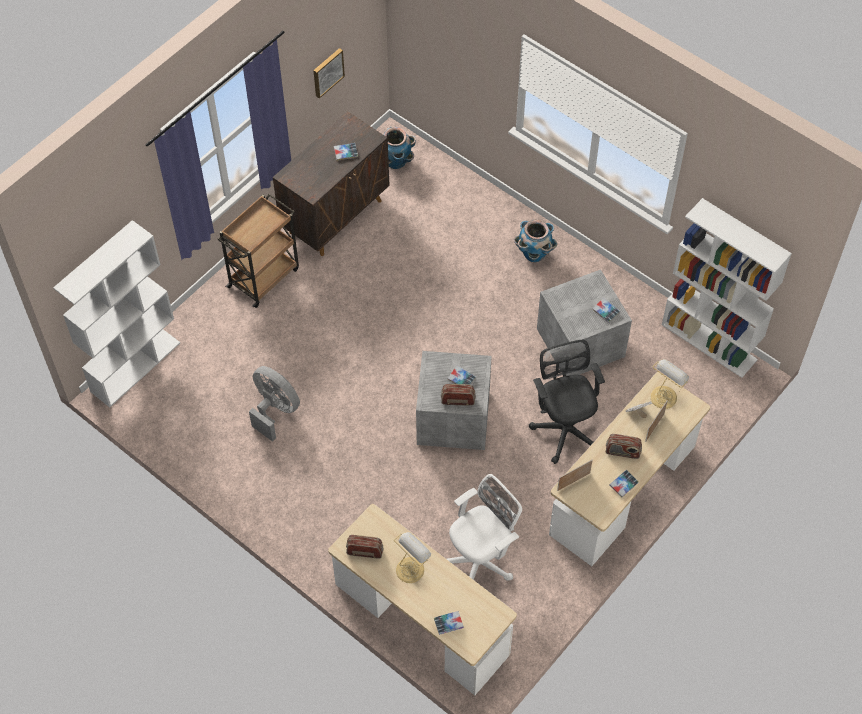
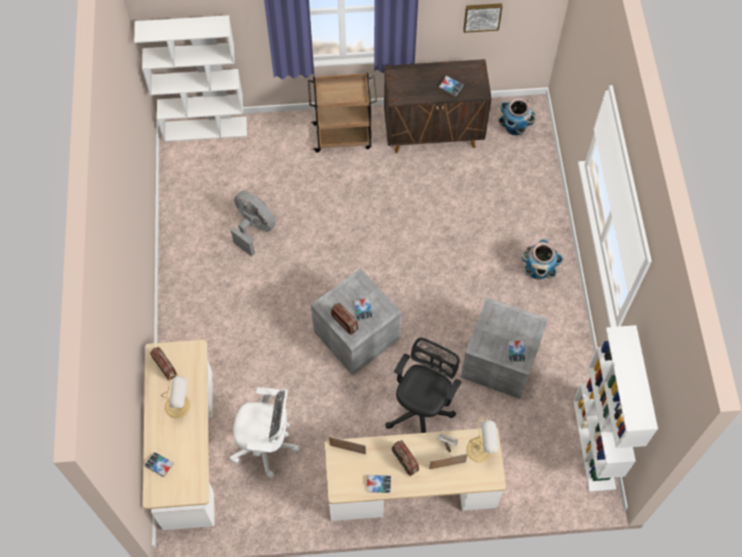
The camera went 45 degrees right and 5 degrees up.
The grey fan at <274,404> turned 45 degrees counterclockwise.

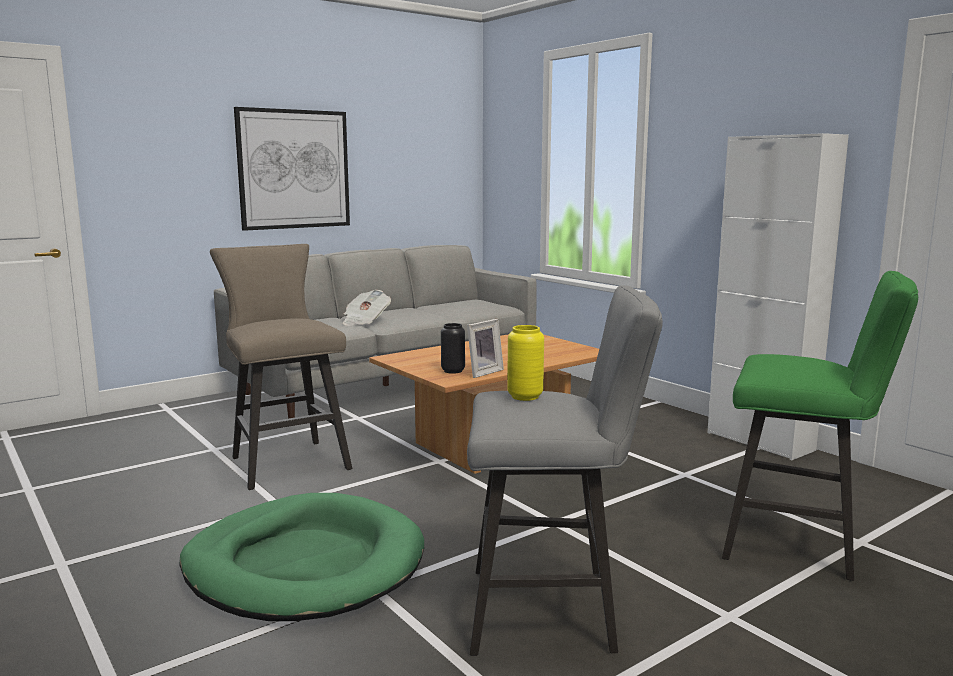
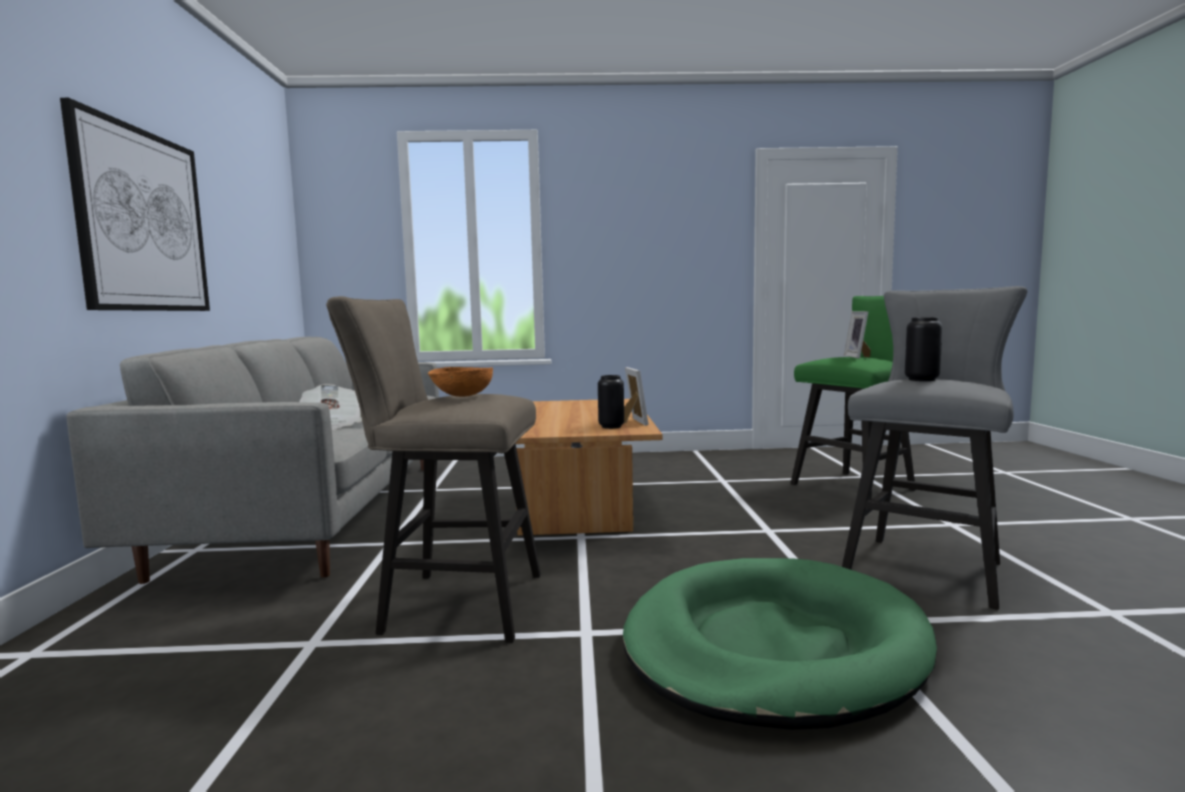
The camera went 55 degrees left and 5 degrees down.
The white cabinet at <778,296> disappeared.
The orange bowl at <460,382> appeared.
The picture frame at <857,335> appeared.
The yellow vase at <525,363> became the black vase at <924,349>.

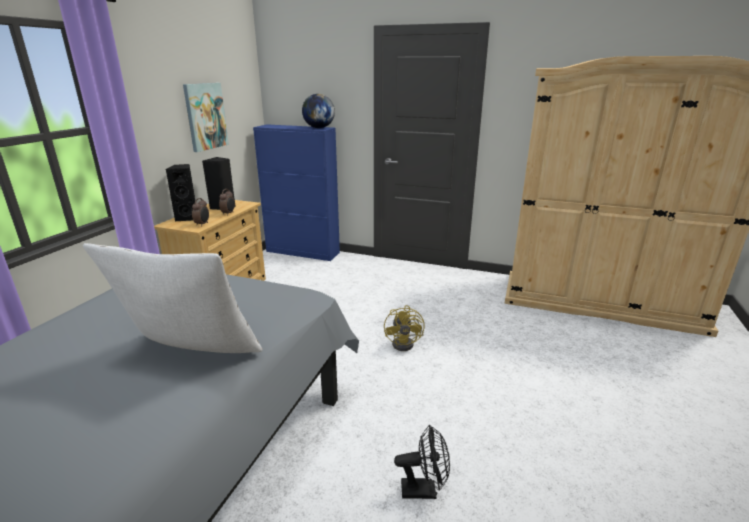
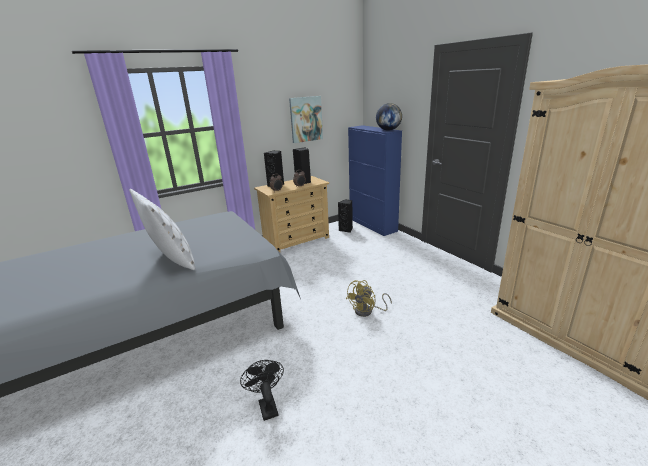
The camera went 40 degrees right and 0 degrees up.
The black speaker at <345,216> appeared.
The black fan at <422,461> turned 150 degrees counterclockwise.

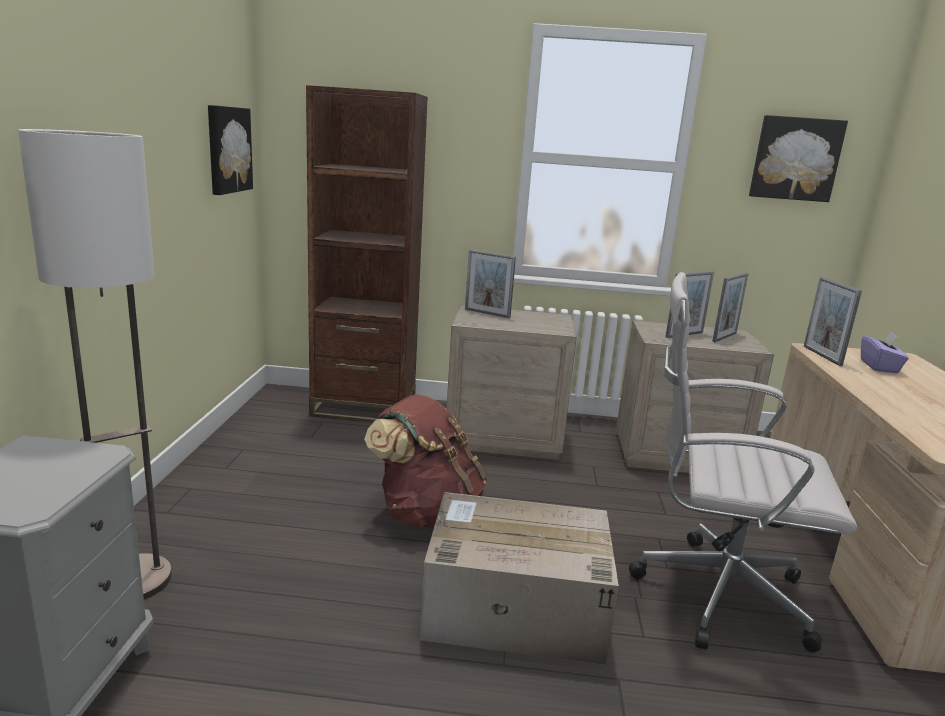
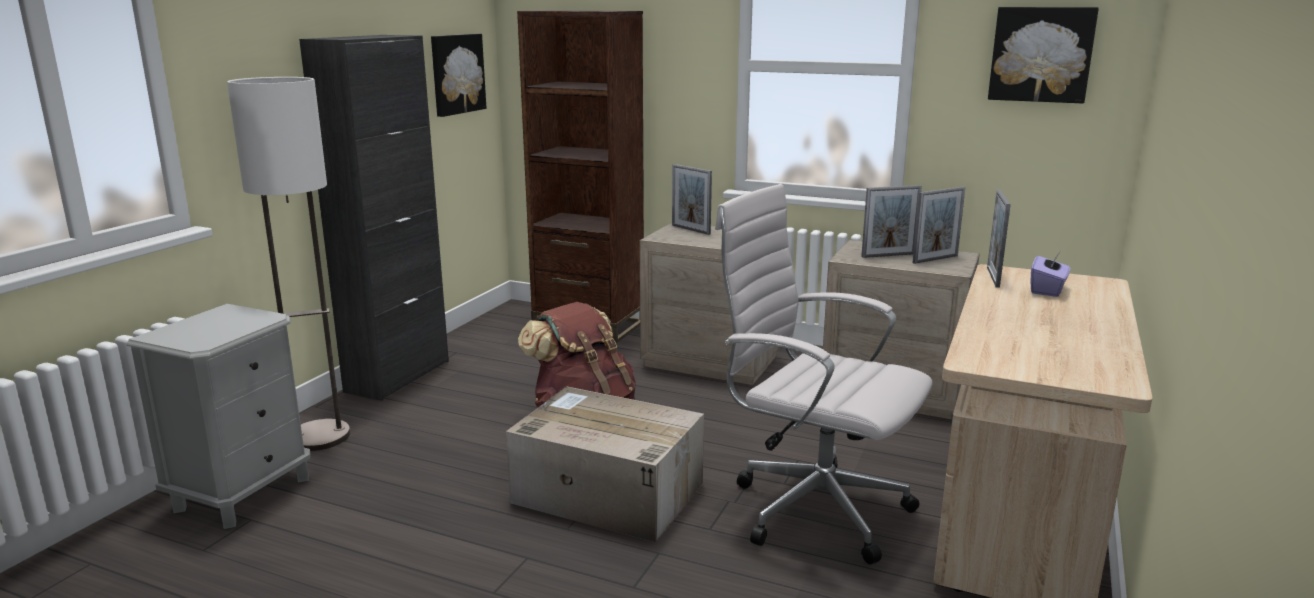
The camera went 20 degrees right and 0 degrees up.
The black cabinet at <374,218> appeared.

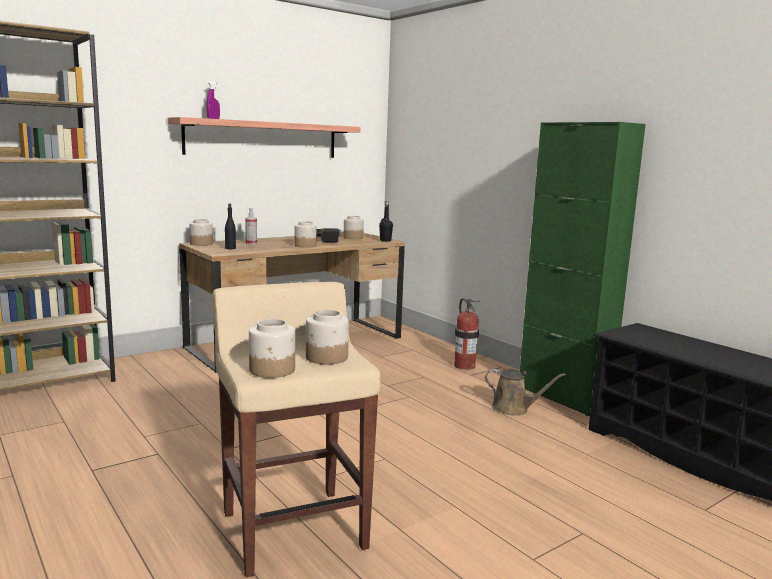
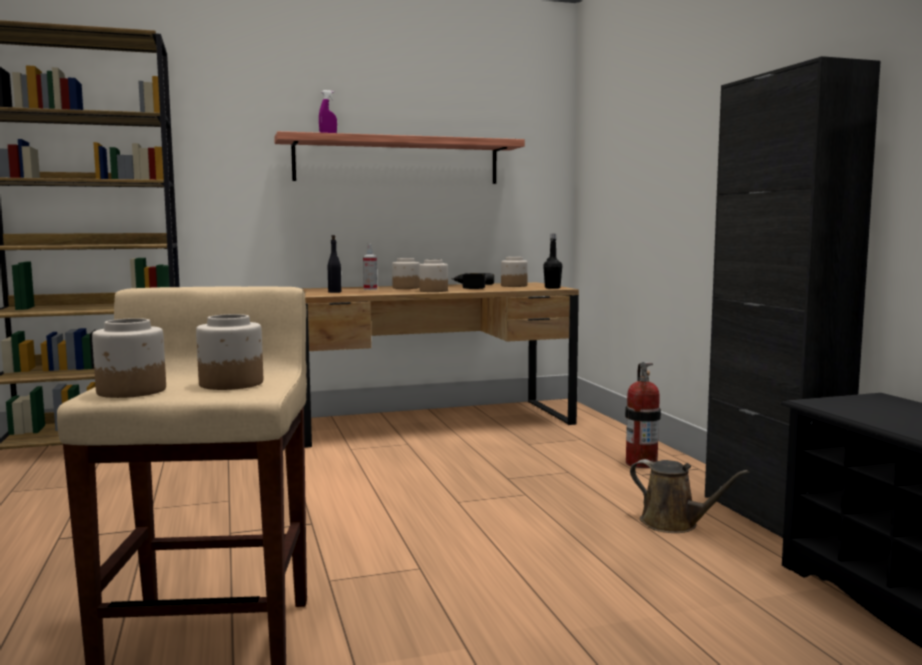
The camera went 20 degrees right and 5 degrees down.
The jar moved from <201,232> to <405,273>.
The green cabinet at <583,269> became the black cabinet at <793,297>.

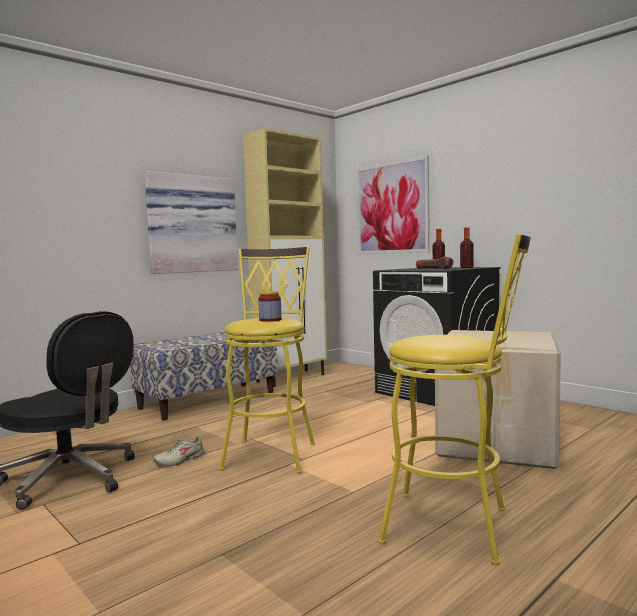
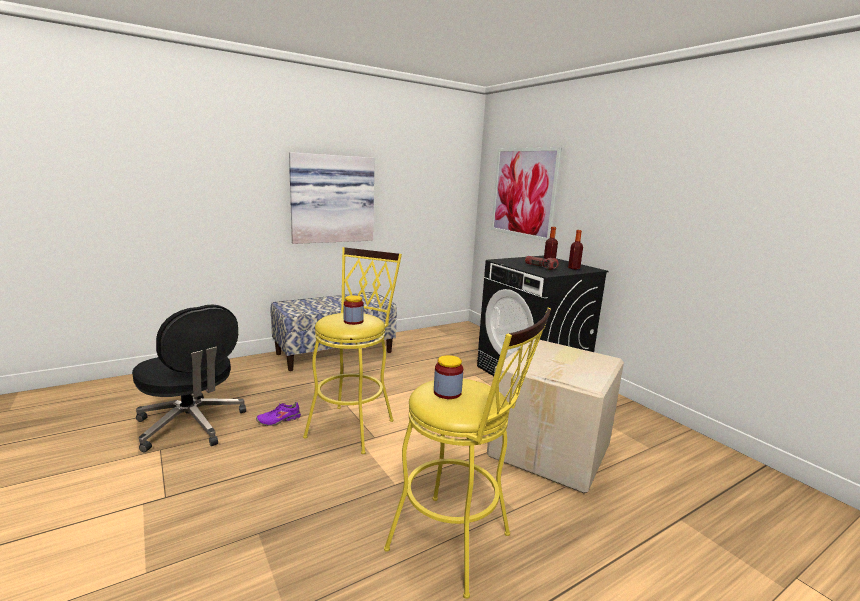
The camera went 10 degrees right and 10 degrees up.
The beige cabinet at <285,257> disappeared.
The jar at <448,377> appeared.
The beige shoe at <179,450> became the purple shoe at <278,414>.

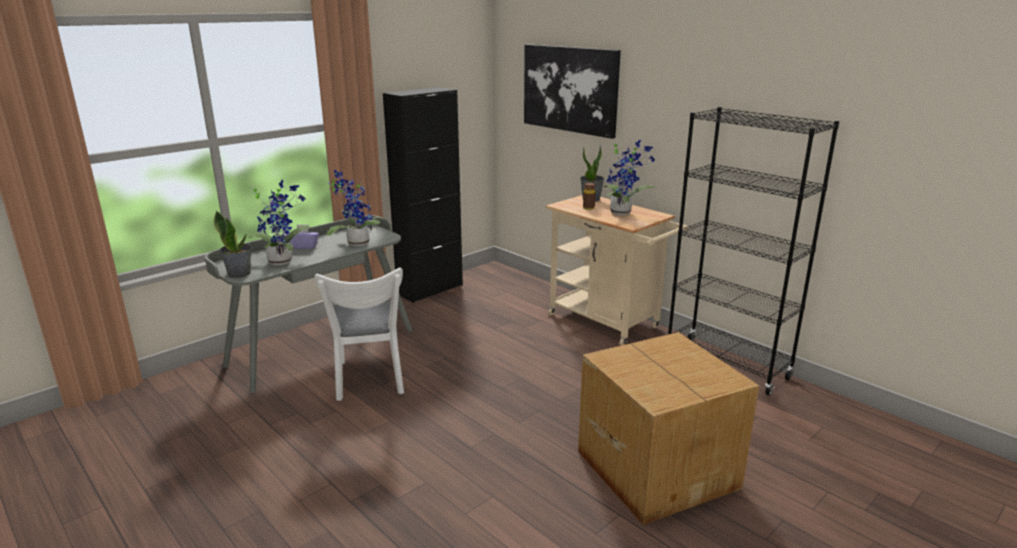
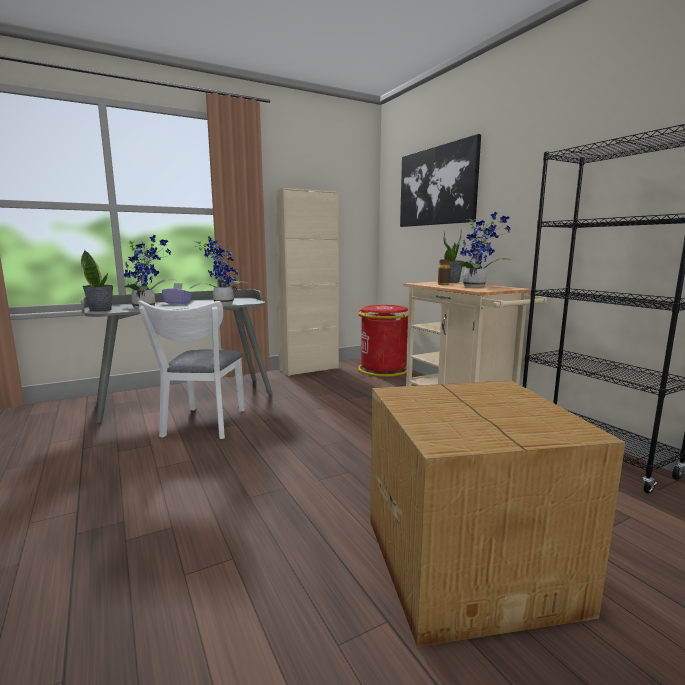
The camera went 15 degrees right and 10 degrees down.
The red trash can at <383,341> appeared.
The black cabinet at <423,195> became the beige cabinet at <306,282>.

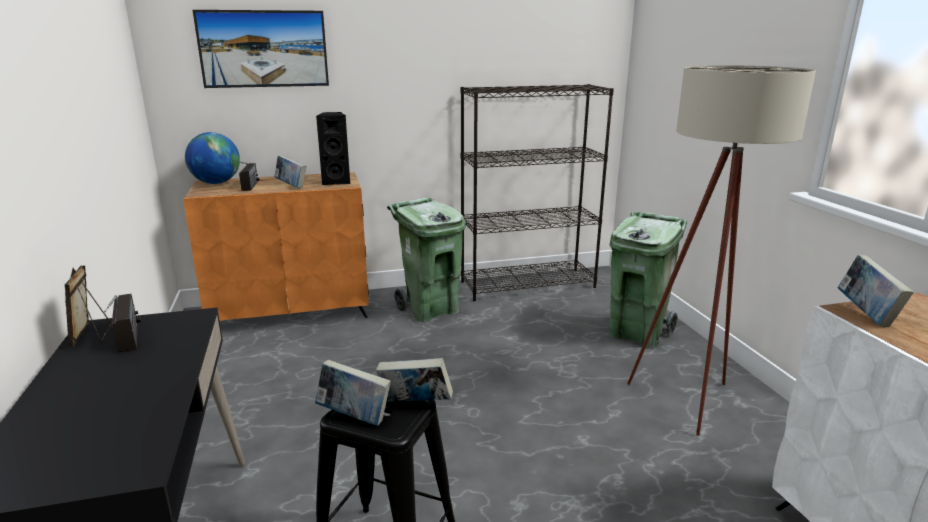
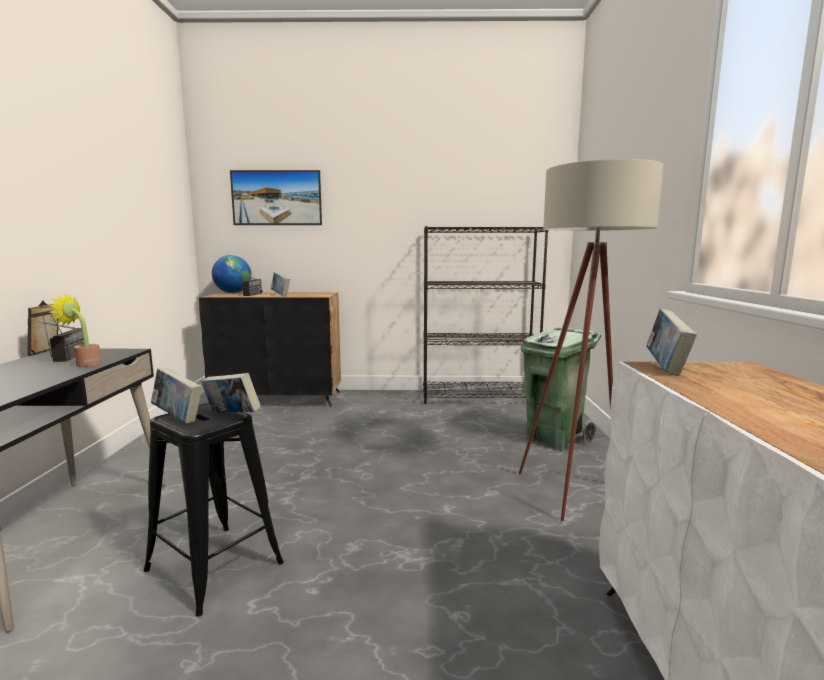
The camera went 15 degrees right and 10 degrees down.
The black speaker at <333,148> disappeared.
The green trash can at <426,260> disappeared.
The potted plant at <75,330> appeared.
The orange cabinet at <276,246> became the black cabinet at <270,349>.

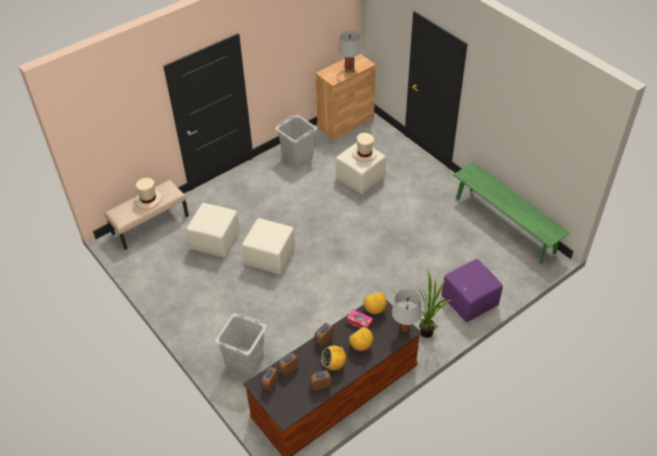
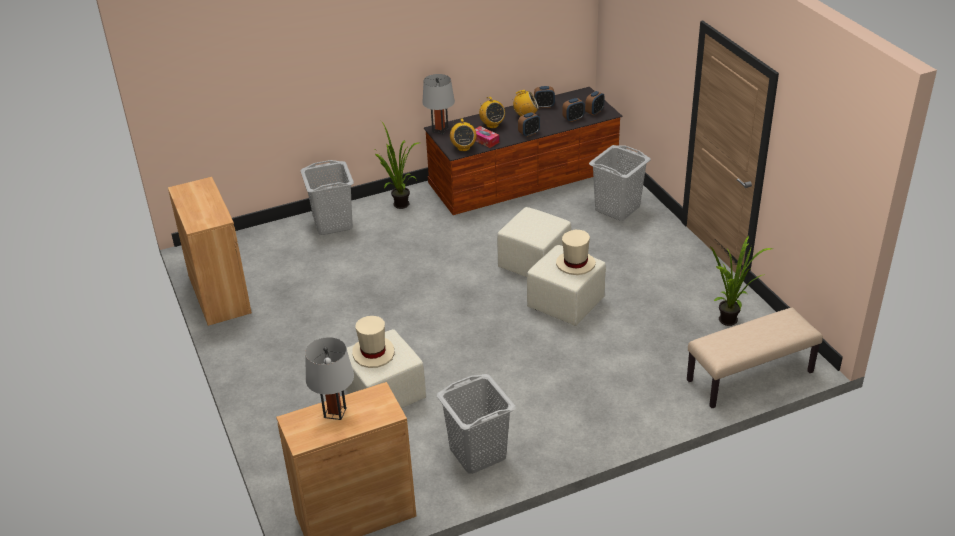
The camera went 165 degrees left and 10 degrees down.
The potted plant at <741,281> appeared.
The beige hat moved from <148,193> to <576,252>.
The beige ottoman moved from <213,230> to <534,242>.
The purple ottoman at <472,290> was replaced by the grey laundry basket at <327,197>.
The green bench at <511,213> was replaced by the brown cabinet at <210,251>.

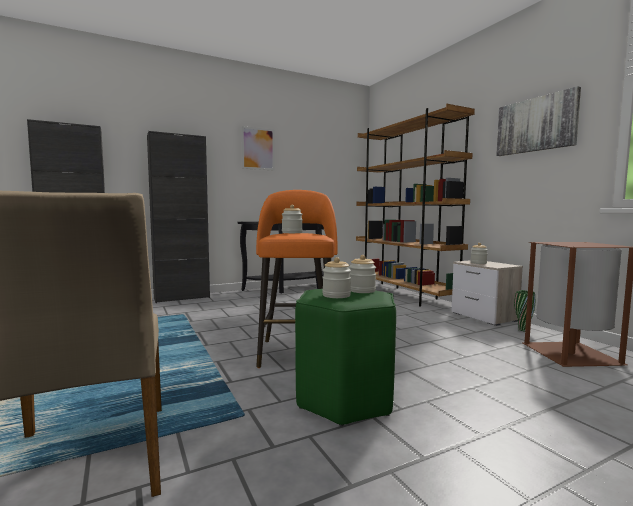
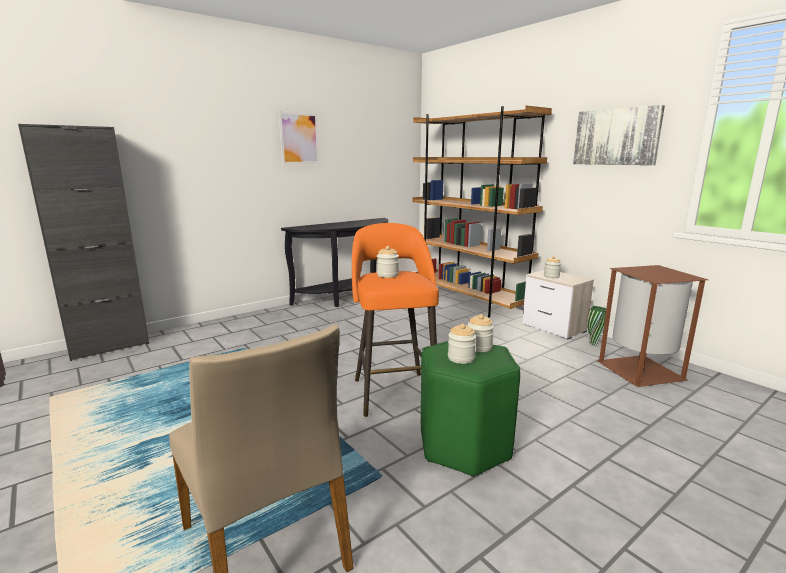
The camera went 10 degrees left and 10 degrees up.
The black cabinet at <178,217> disappeared.

